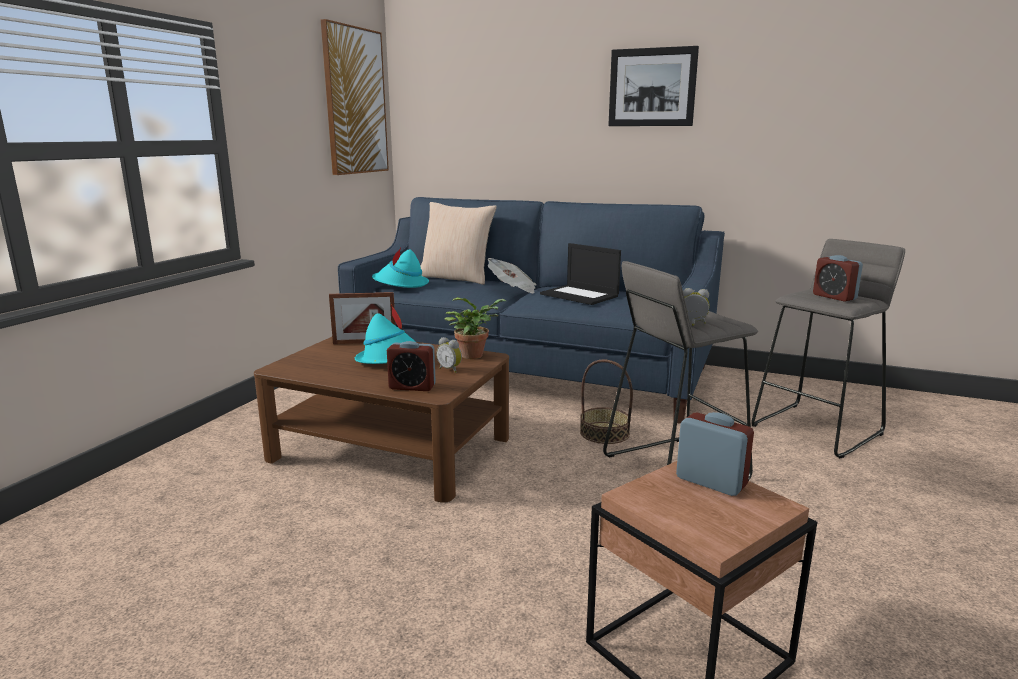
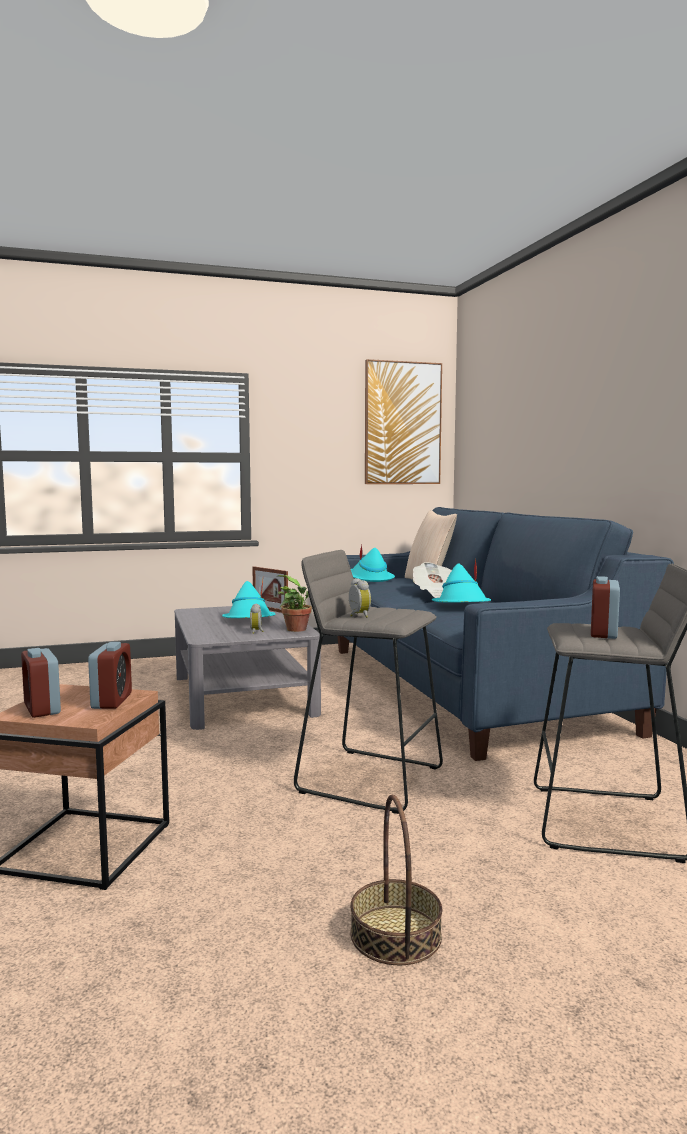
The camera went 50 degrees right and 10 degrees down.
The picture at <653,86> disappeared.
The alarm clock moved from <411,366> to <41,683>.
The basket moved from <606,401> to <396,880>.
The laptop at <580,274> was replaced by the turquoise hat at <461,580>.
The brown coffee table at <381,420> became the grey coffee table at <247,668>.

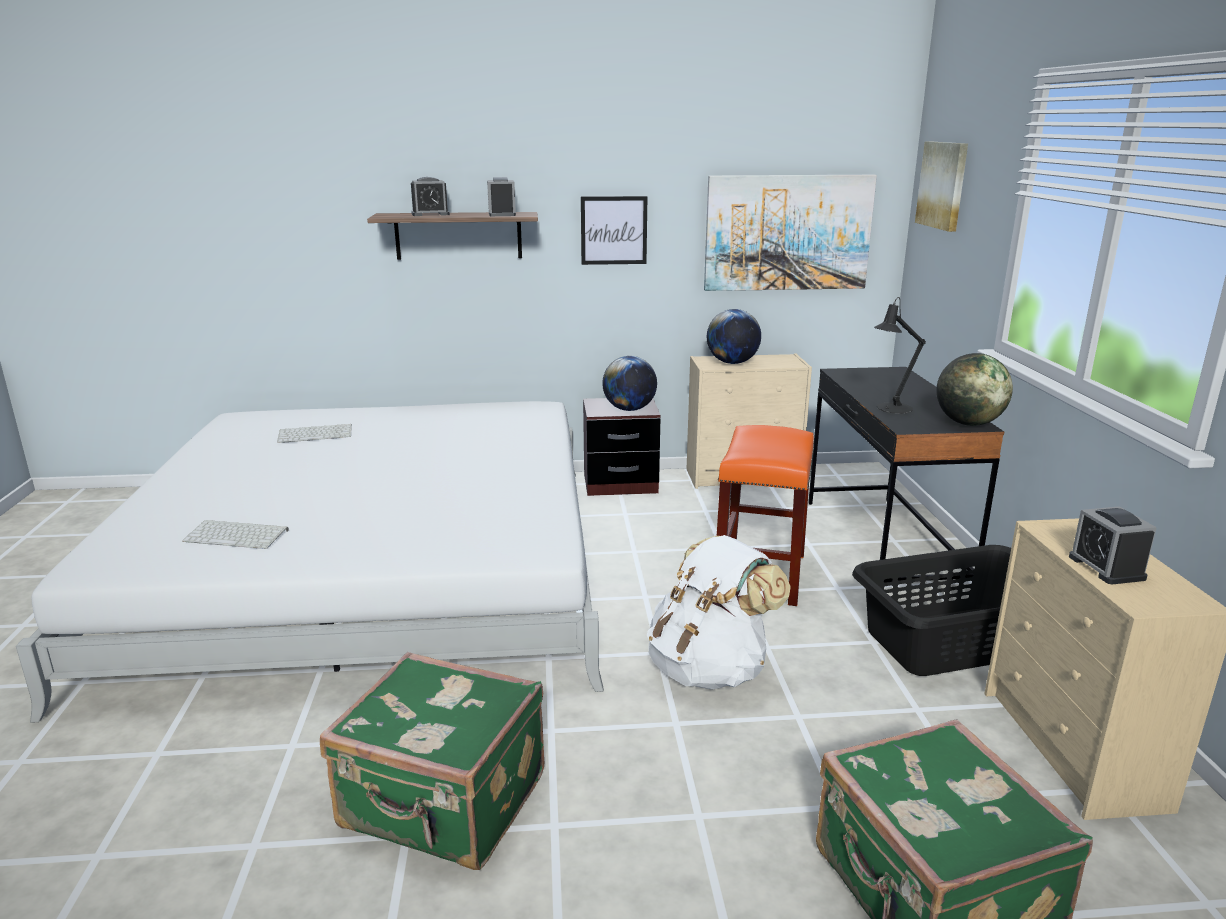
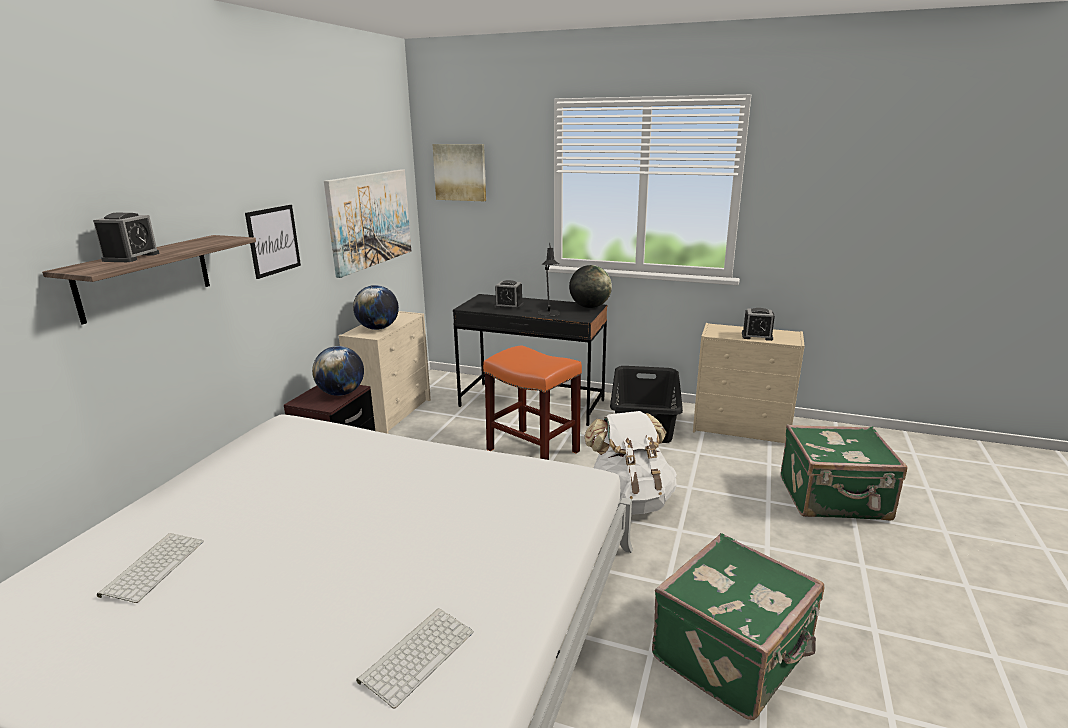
The camera went 65 degrees left and 0 degrees up.
The alarm clock moved from <501,196> to <508,294>.

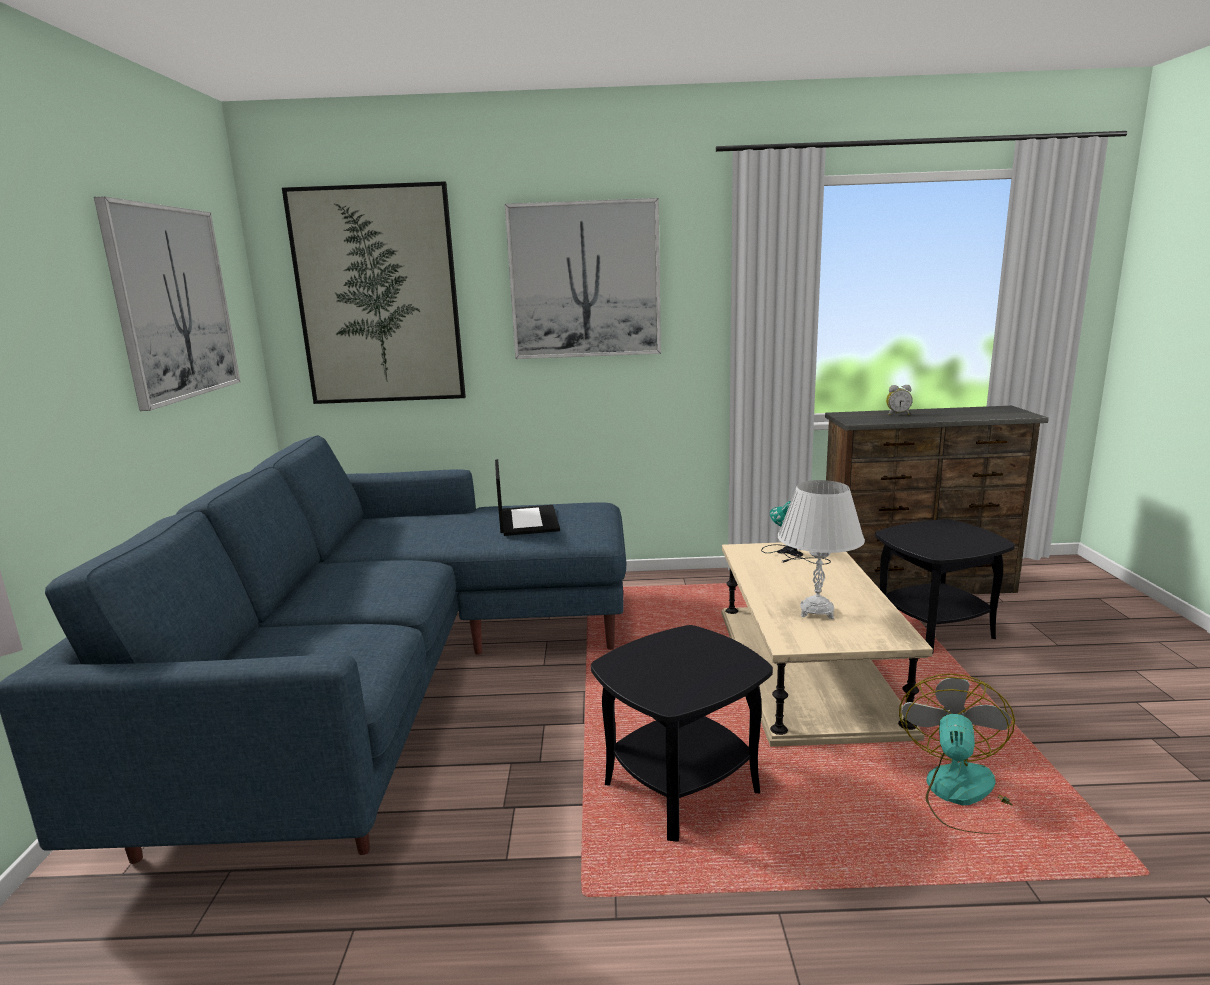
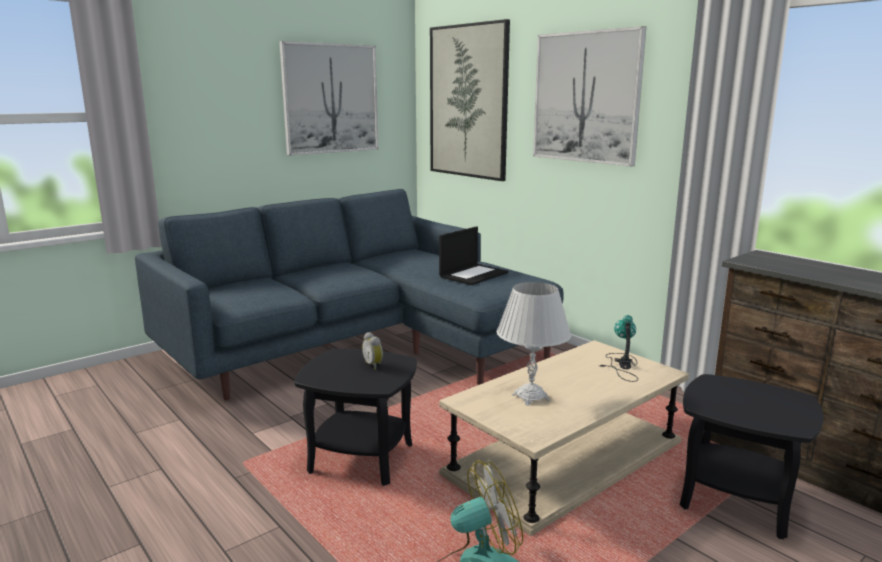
The camera went 50 degrees right and 0 degrees up.
The alarm clock moved from <899,400> to <372,351>.

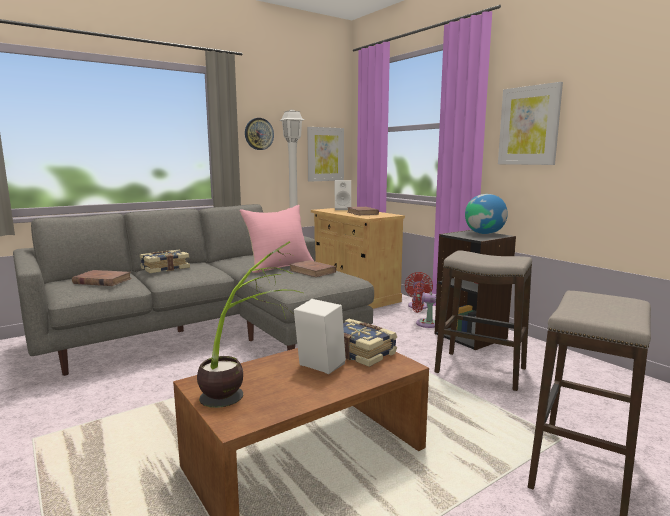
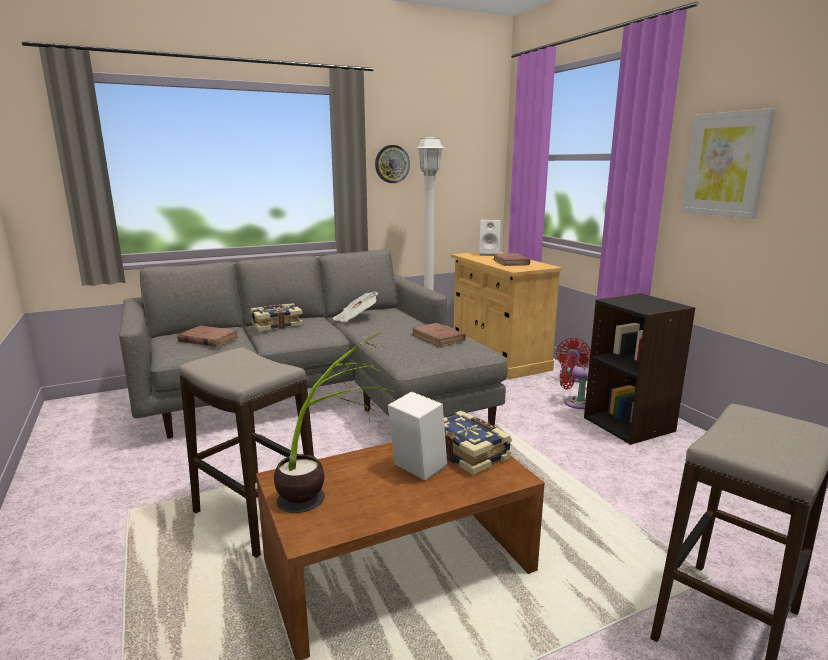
The camera went 10 degrees right and 5 degrees up.
The pink pillow at <276,239> disappeared.
The picture at <325,154> disappeared.
The globe at <486,214> disappeared.
The newspaper at <355,307> appeared.
The stool moved from <483,320> to <246,453>.

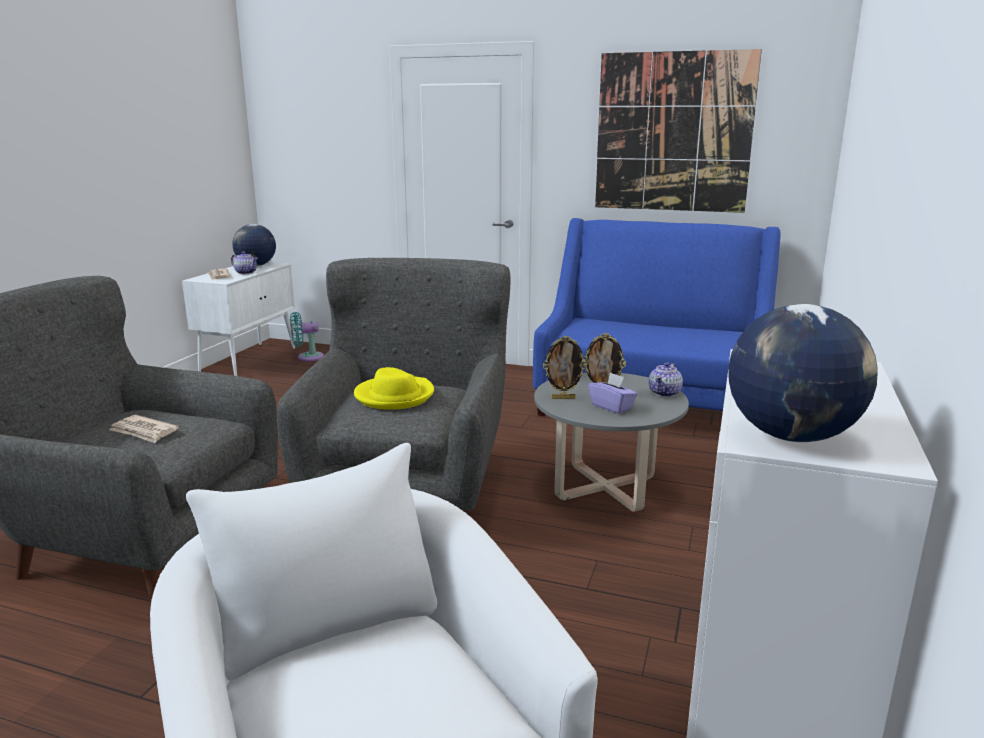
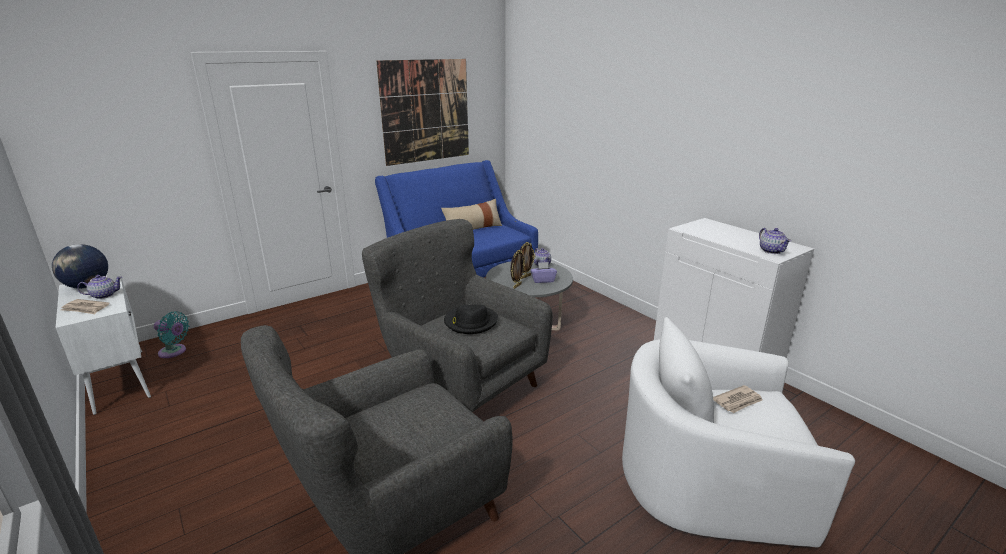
The camera went 55 degrees left and 5 degrees up.
The beige pillow at <471,214> appeared.
The newspaper moved from <143,429> to <738,399>.
The globe at <803,373> was replaced by the teapot at <775,241>.
The yellow hat at <394,388> became the black hat at <471,319>.
The turquoise fan at <307,336> turned 90 degrees counterclockwise.

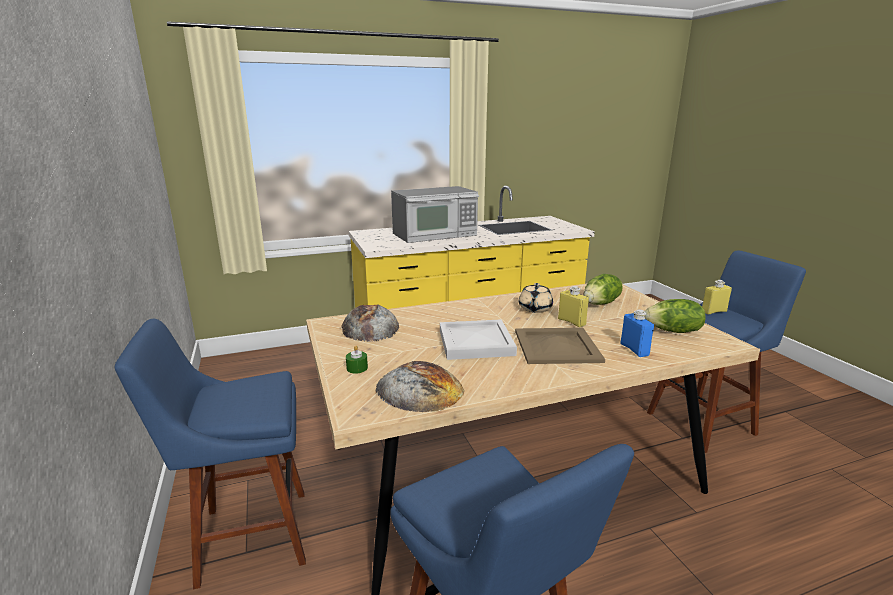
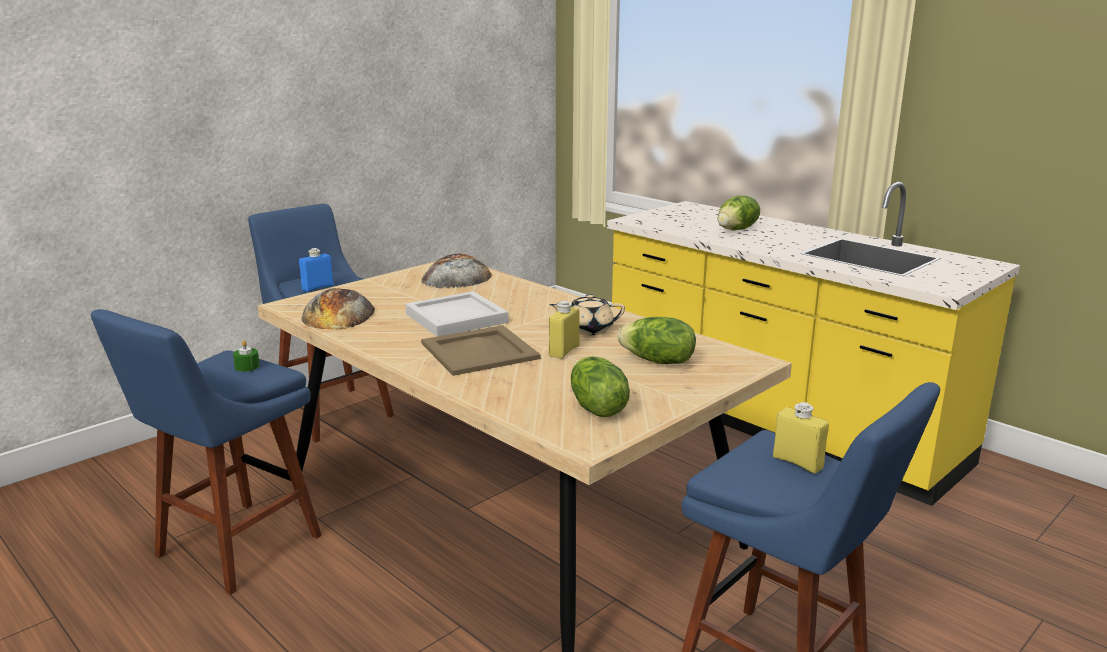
The camera went 65 degrees right and 0 degrees up.
The green candle moved from <357,359> to <246,356>.
The blue bottle moved from <637,333> to <316,270>.
The microwave at <435,214> was replaced by the lettuce at <739,213>.

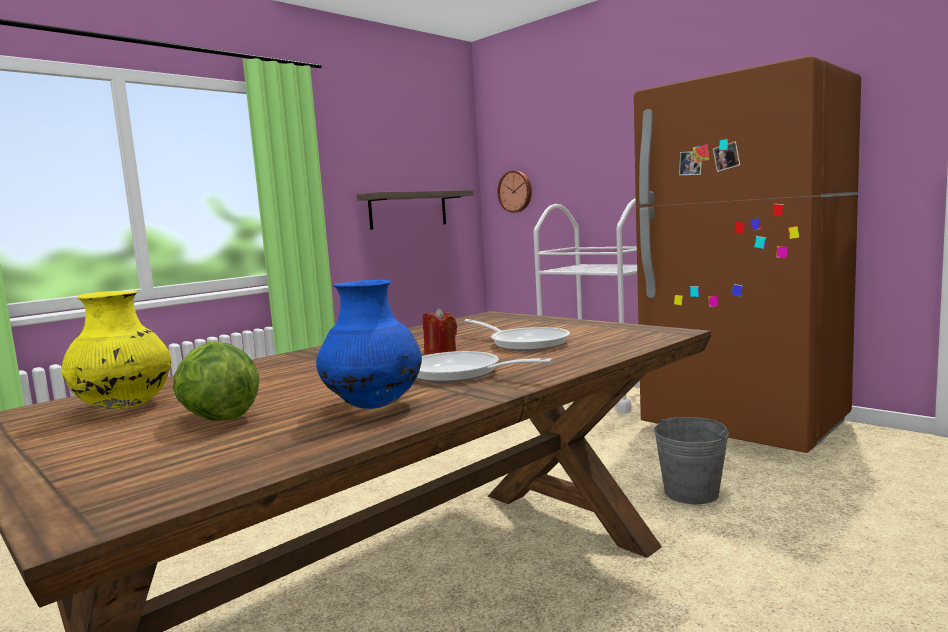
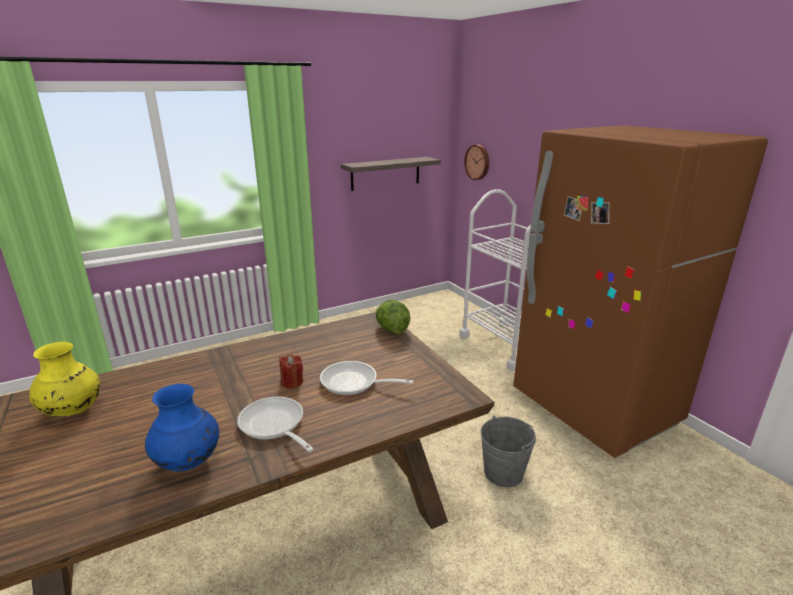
The camera went 15 degrees right and 15 degrees up.
The lettuce moved from <216,381> to <392,317>.
The frying pan at <517,335> turned 135 degrees clockwise.

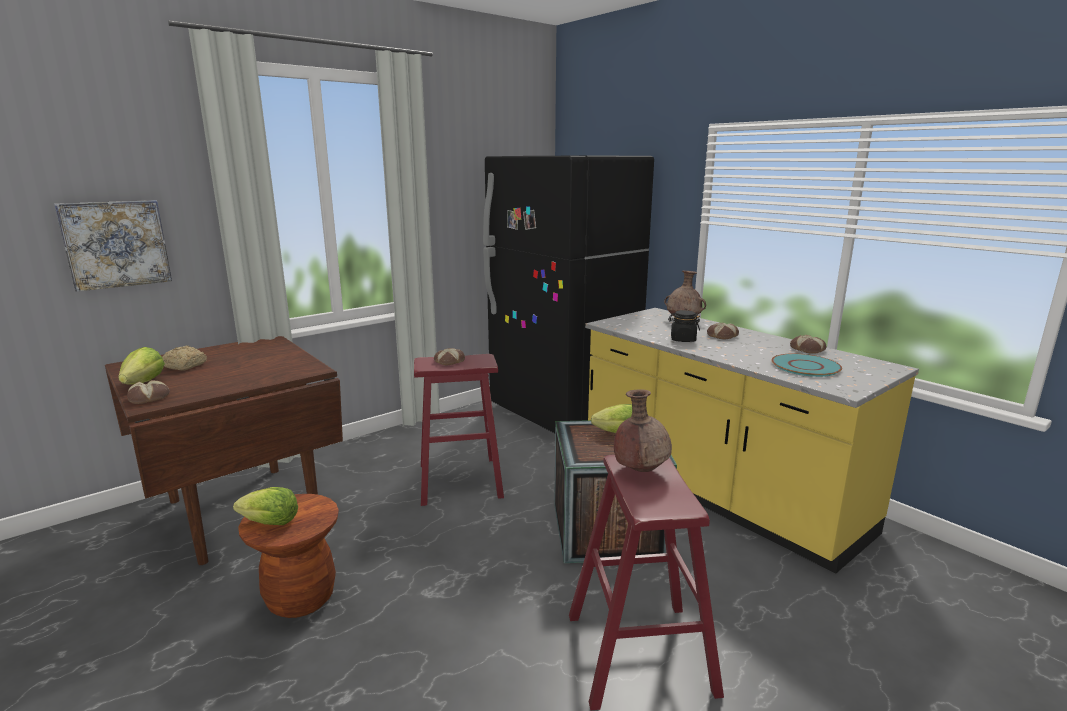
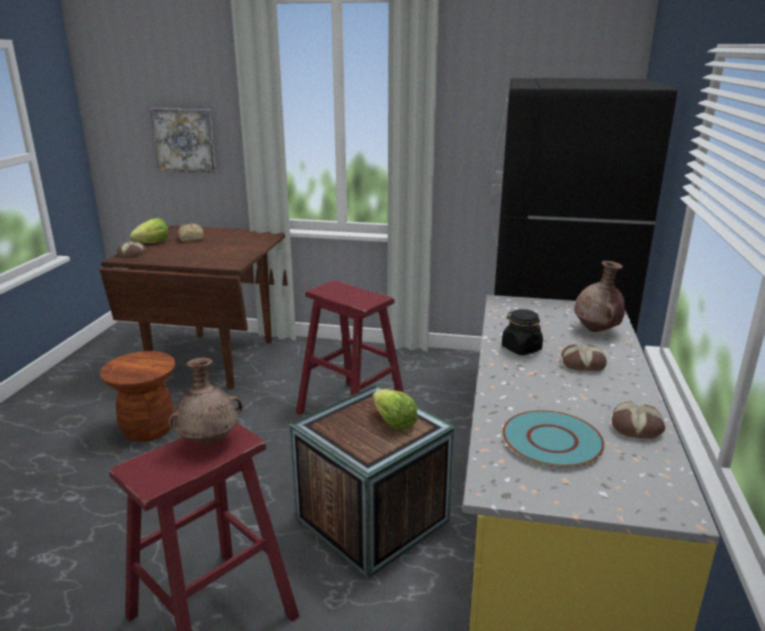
The camera went 50 degrees right and 5 degrees up.
The lettuce at <265,506> disappeared.
The bread at <449,356> disappeared.

